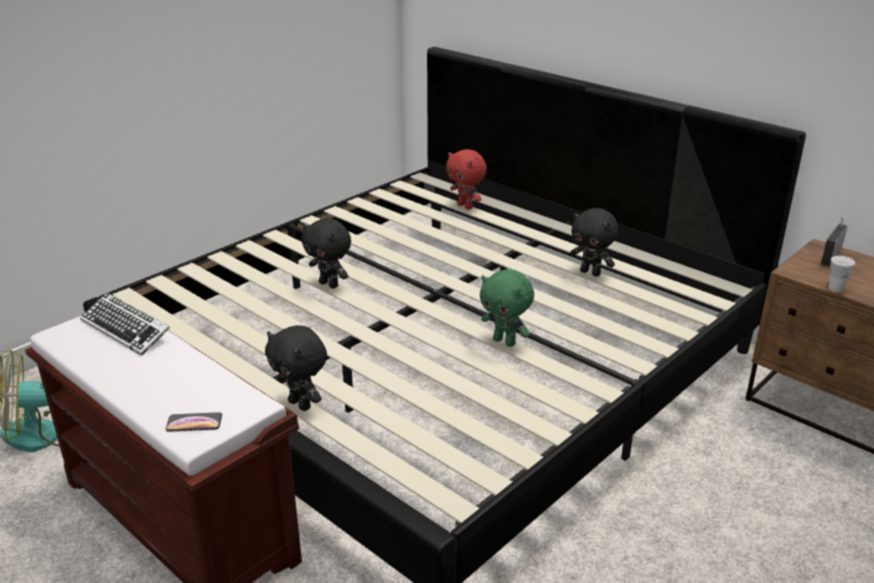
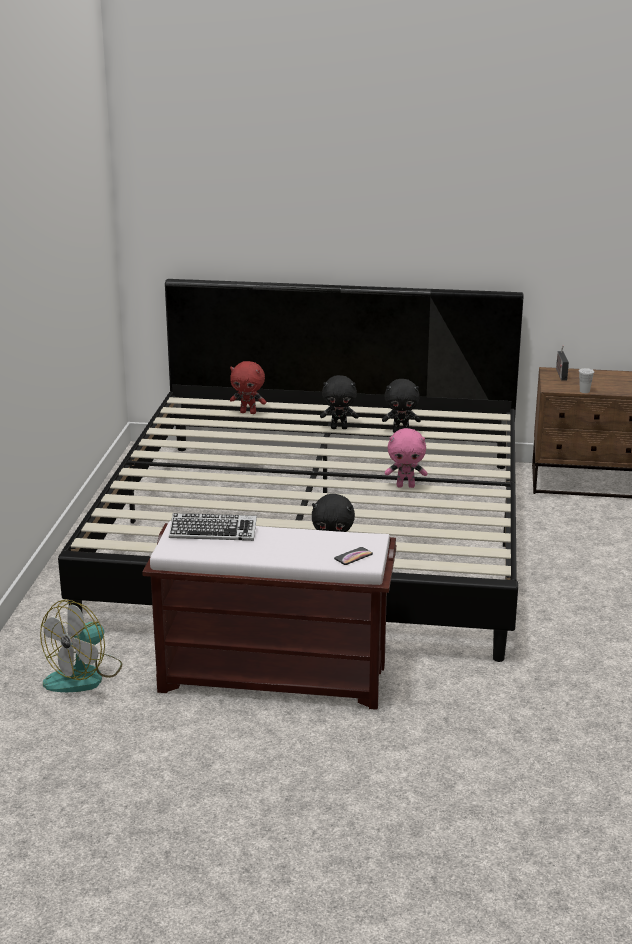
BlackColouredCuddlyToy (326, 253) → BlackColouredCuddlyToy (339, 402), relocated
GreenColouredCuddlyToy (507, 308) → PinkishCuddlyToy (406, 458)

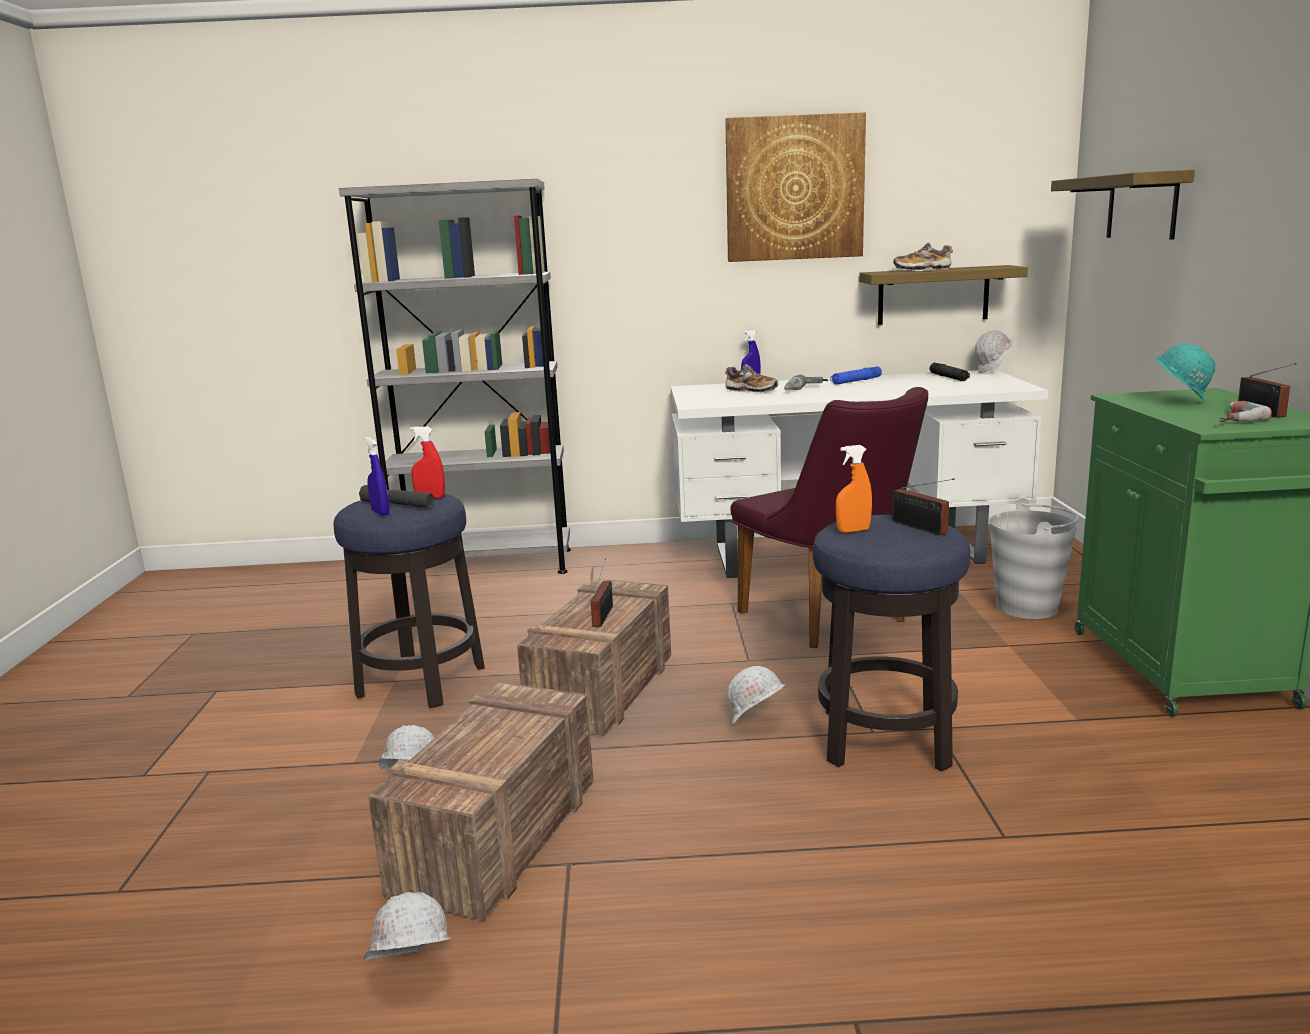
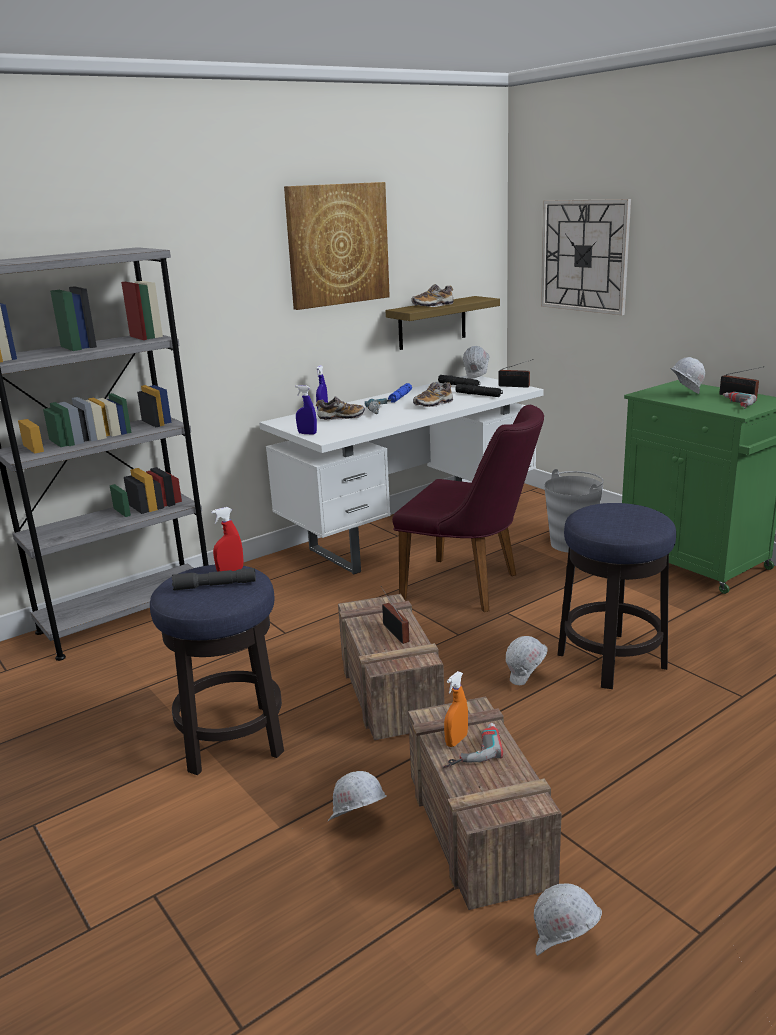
BlueSprayer (377, 476) → BlueSprayer (306, 410), relocated
OrangeColouredSprayer (853, 489) → OrangeColouredSprayer (456, 709), relocated
RadioReceiver (923, 506) → RadioReceiver (516, 373), relocated
Shelf (1123, 205) → WallClock (586, 257)
BlueGreenHardHat (1185, 373) → WhitishHardHat (687, 375)
- → Shoe (433, 394)
- → ElectricDrill (473, 745)
- → BlackColouredFlashlight (479, 390)

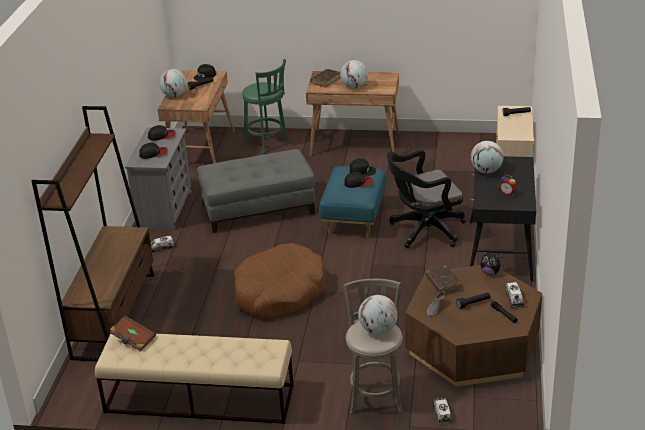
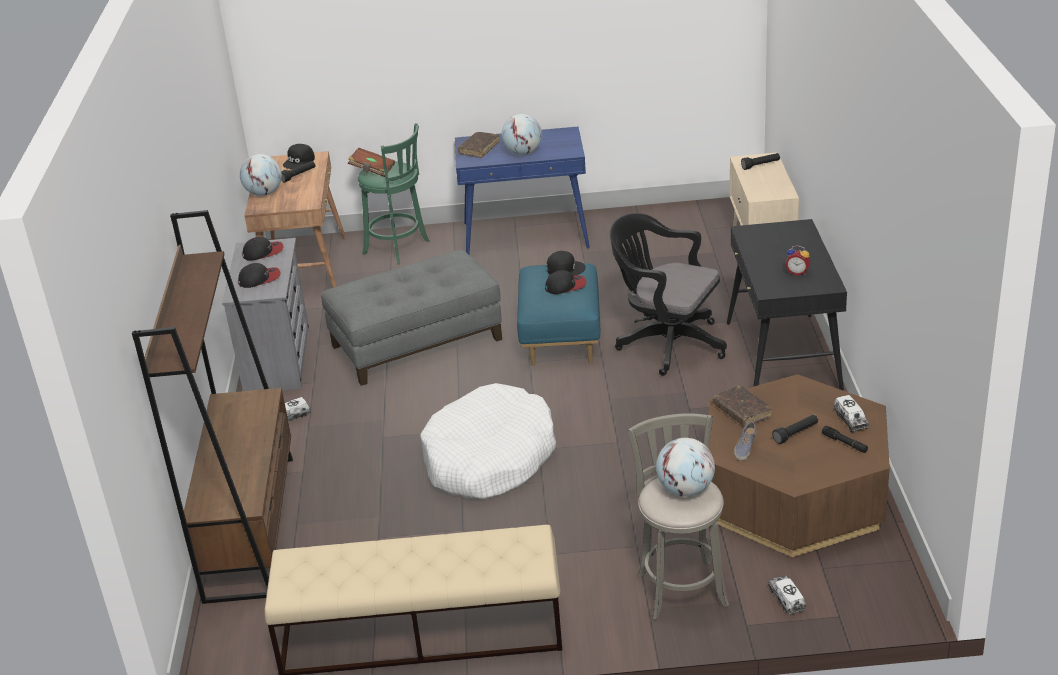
BrownColouredBook (133, 333) → BrownColouredBook (371, 162), relocated
BrownColouredDogCushion (280, 281) → WhitishDogCushion (488, 441)
BrownColouredDesk (352, 113) → BlueDesk (522, 190)
BlackColouredOfficeChair (426, 199) → BlackColouredOfficeChair (668, 294), 60 degrees clockwise
Globe (487, 157) → -
CuddlyToy (492, 263) → -

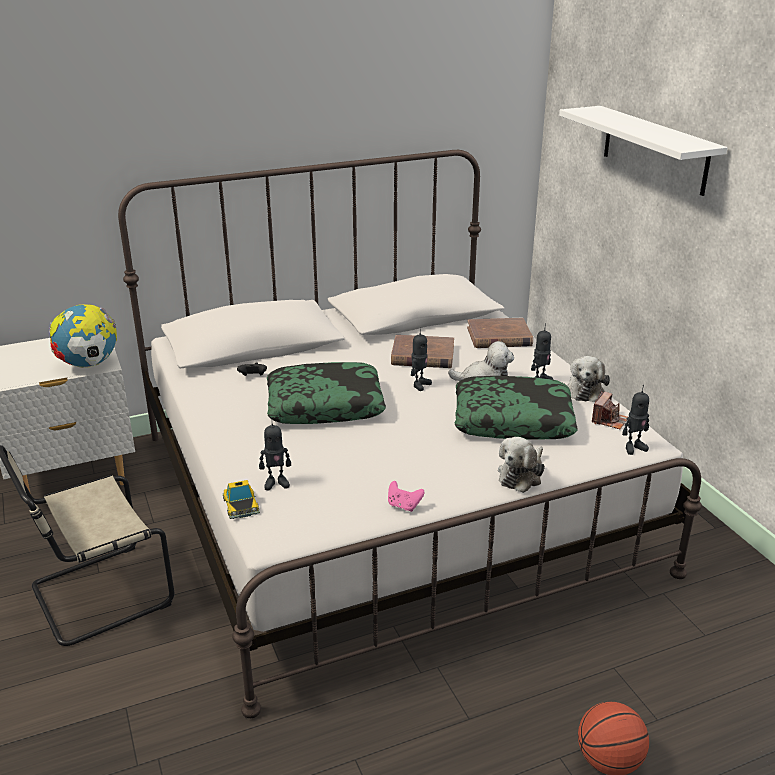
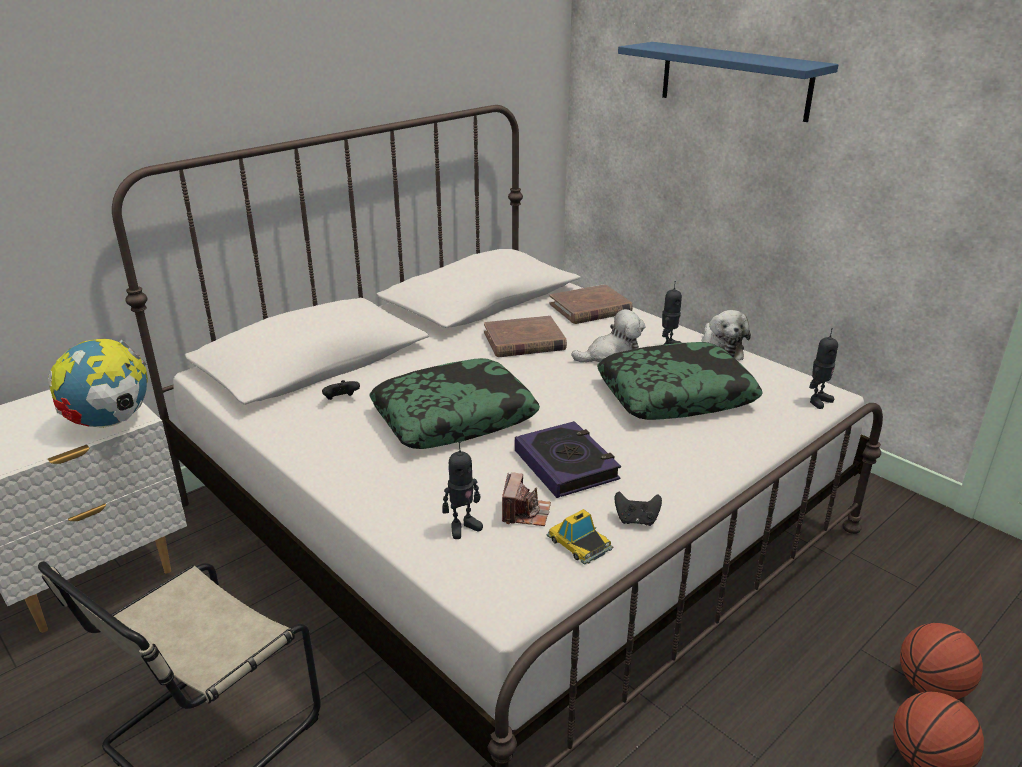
ToyCar (241, 499) → ToyCar (579, 537), relocated
PinkishGamepad (406, 496) → BlackColouredGamepad (638, 508)
RobotFigure (421, 359) → -
CuddlyToy (521, 465) → -
WhitishShelf (643, 151) → BlueShelf (728, 82)
StillCamera (609, 410) → StillCamera (526, 499), relocated
- → Book (568, 459)
- → BallForBasketball (941, 661)

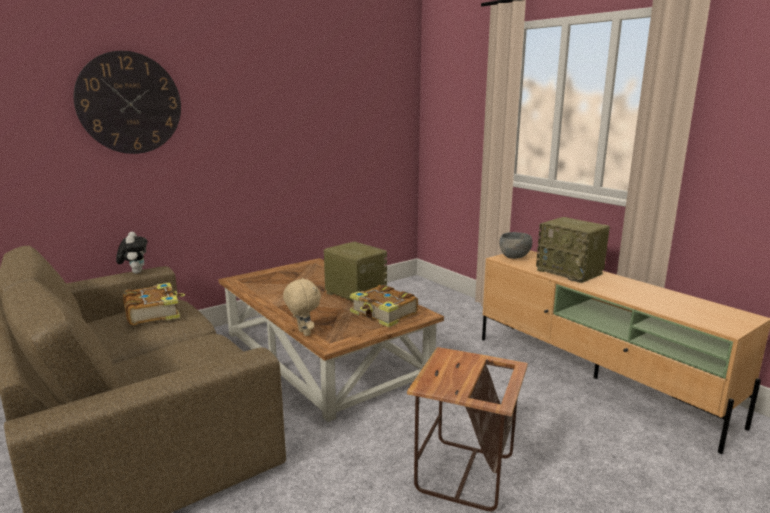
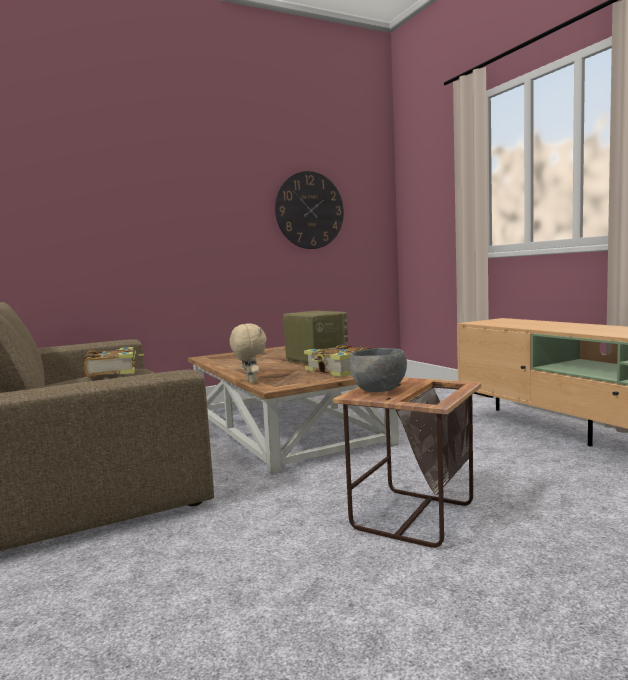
WallClock (127, 102) → WallClock (309, 210), relocated
CuddlyToy (131, 253) → -
GreyishServingBowl (515, 245) → GreyishServingBowl (378, 370), relocated
RadioReceiver (573, 250) → -

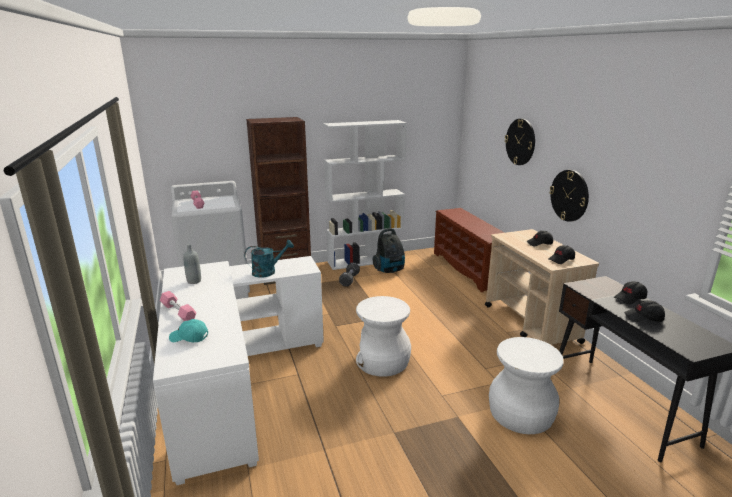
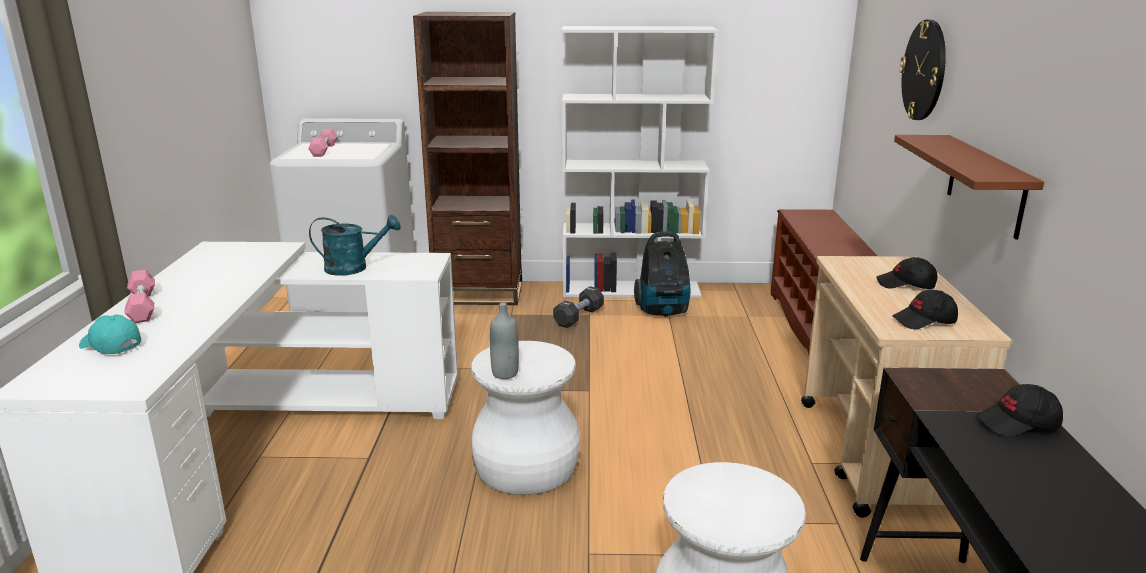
GreyishBeverageBottle (192, 264) → GreyishBeverageBottle (504, 341), relocated
WallClock (569, 196) → BrownColouredShelf (969, 187)
BlackColouredPeakedCap (644, 311) → -

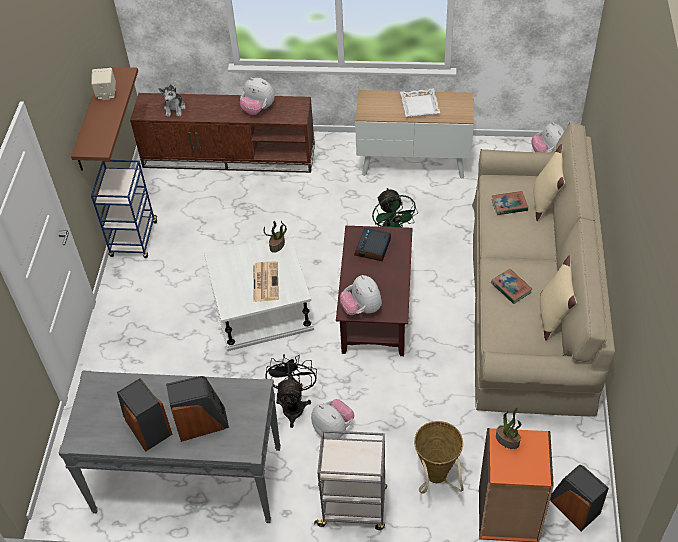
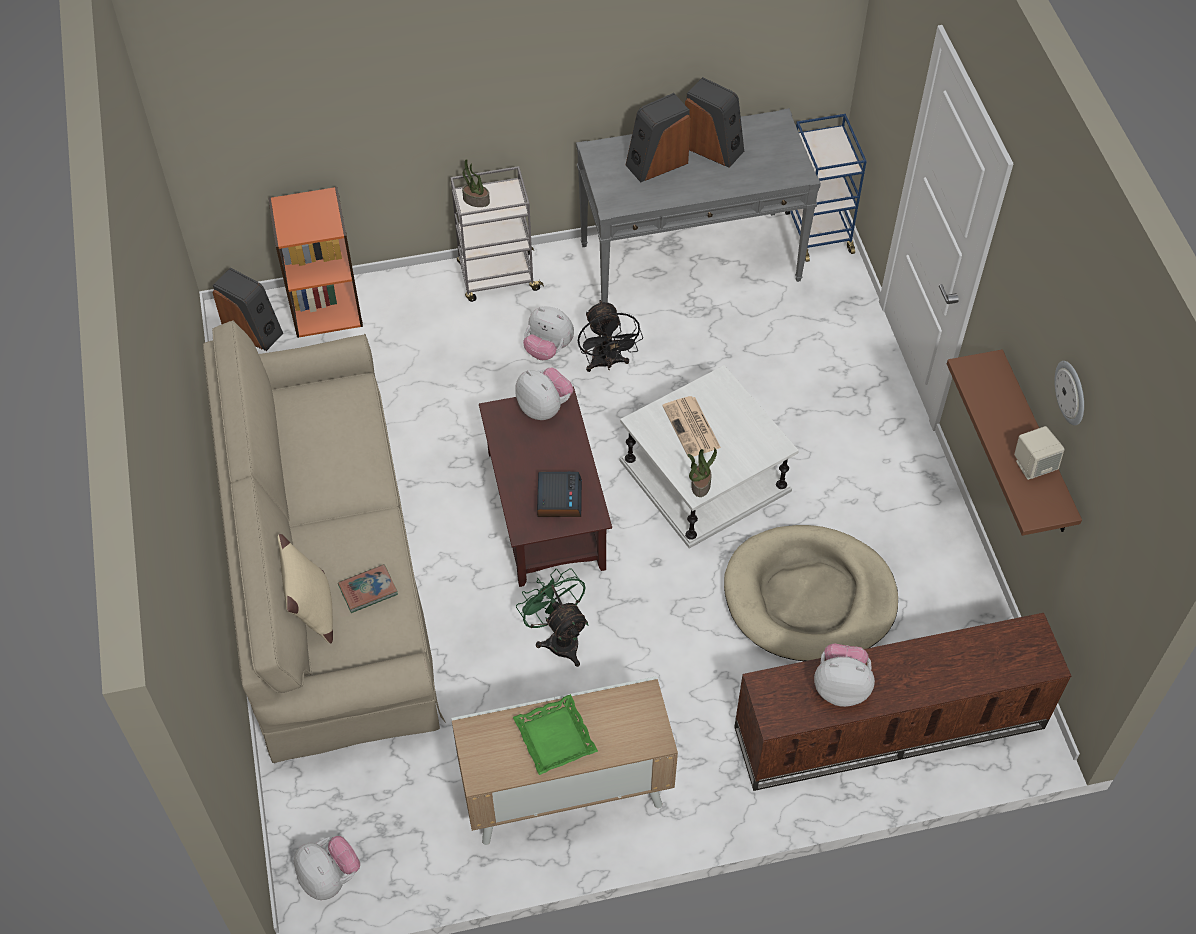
BlueTrolley (124, 209) → BlueTrolley (826, 188), relocated
CuddlyToy (172, 100) → -
WhitishServingTray (420, 102) → GreenColouredServingTray (555, 734)
StorageBasket (439, 457) → -
Book (511, 286) → -
PlantInAPot (509, 428) → PlantInAPot (476, 183), relocated
SandColouredPillow (558, 298) → -
- → SandColouredDogCushion (811, 593)
- → WallClock (1069, 393)

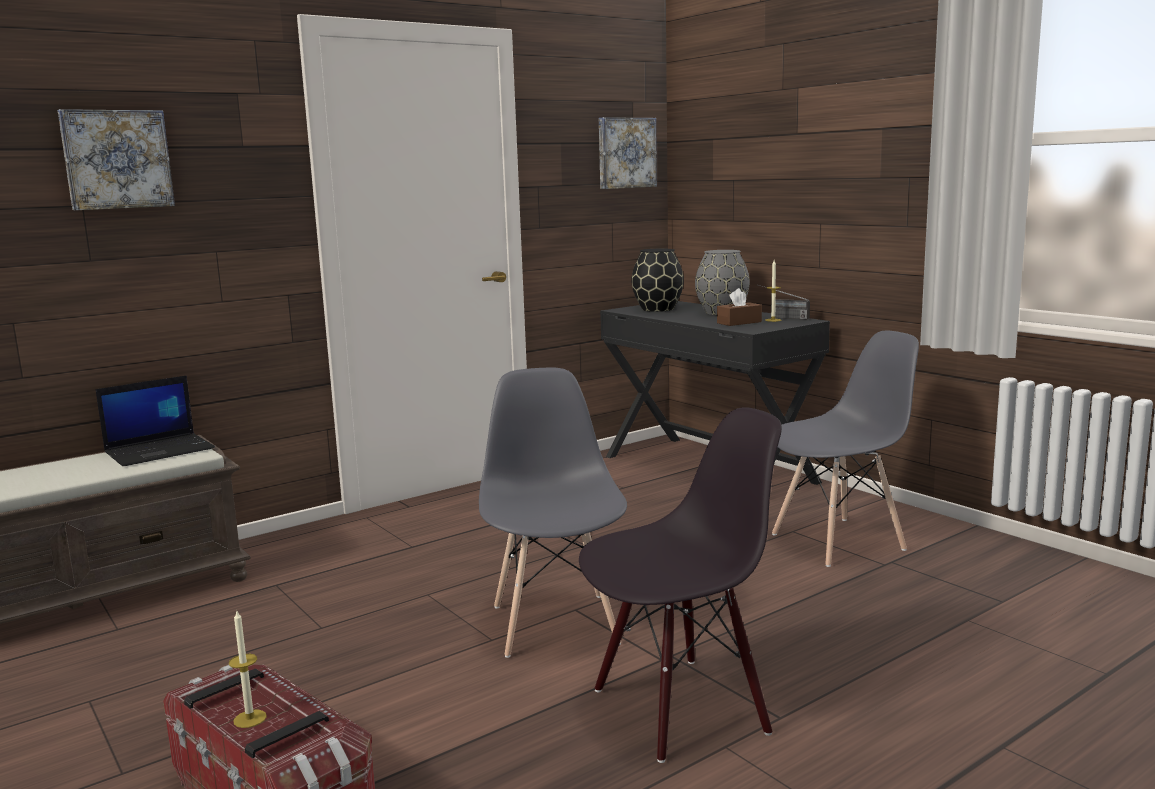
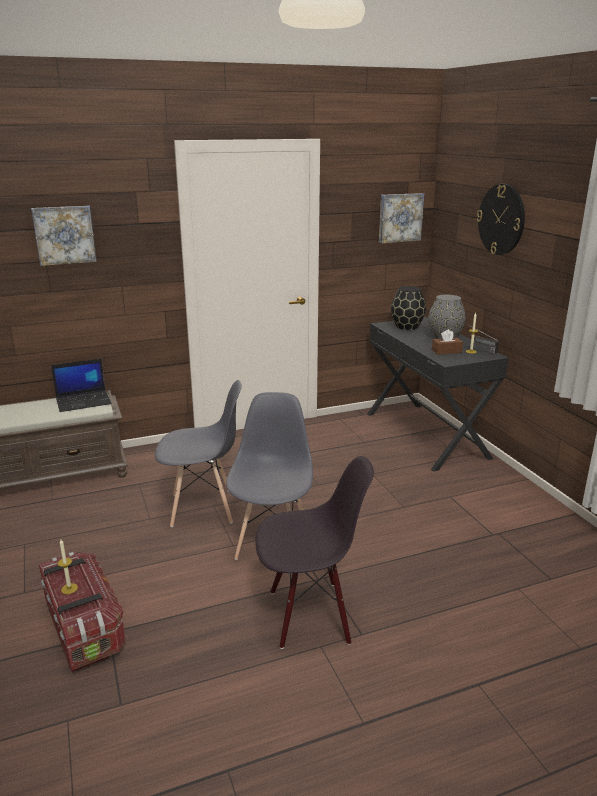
GreyishUprightChair (845, 448) → GreyishUprightChair (198, 453), relocated
- → WallClock (501, 219)

